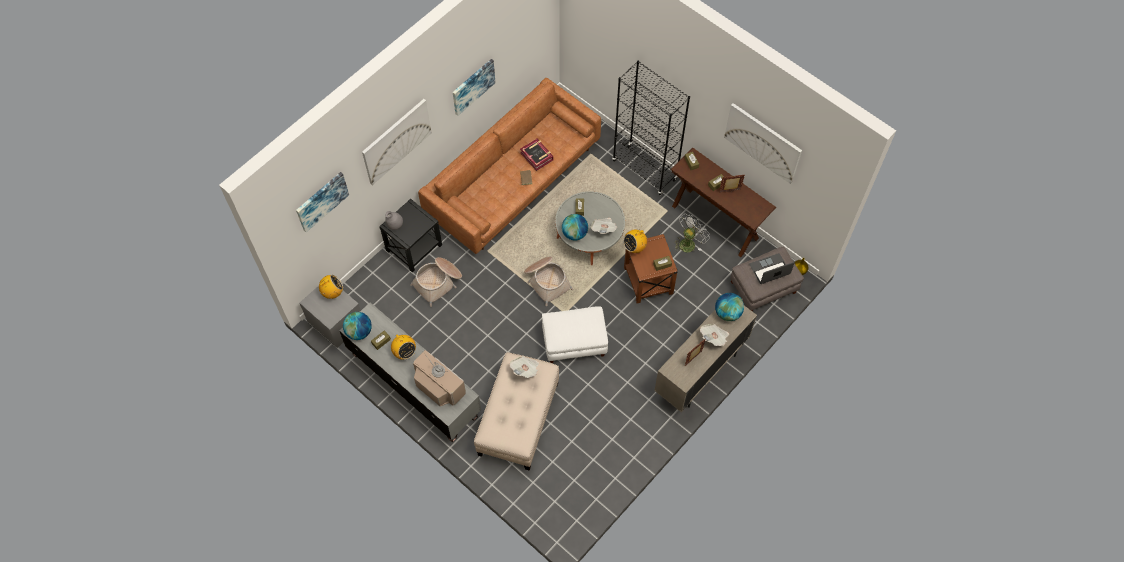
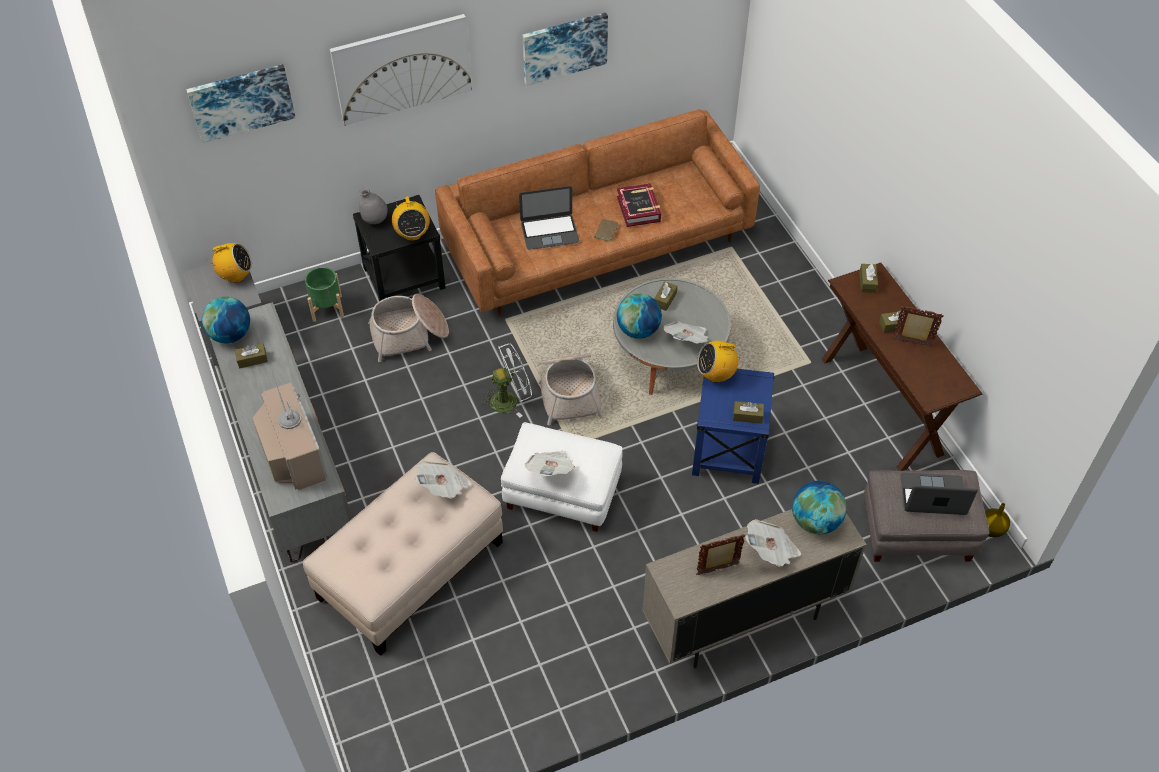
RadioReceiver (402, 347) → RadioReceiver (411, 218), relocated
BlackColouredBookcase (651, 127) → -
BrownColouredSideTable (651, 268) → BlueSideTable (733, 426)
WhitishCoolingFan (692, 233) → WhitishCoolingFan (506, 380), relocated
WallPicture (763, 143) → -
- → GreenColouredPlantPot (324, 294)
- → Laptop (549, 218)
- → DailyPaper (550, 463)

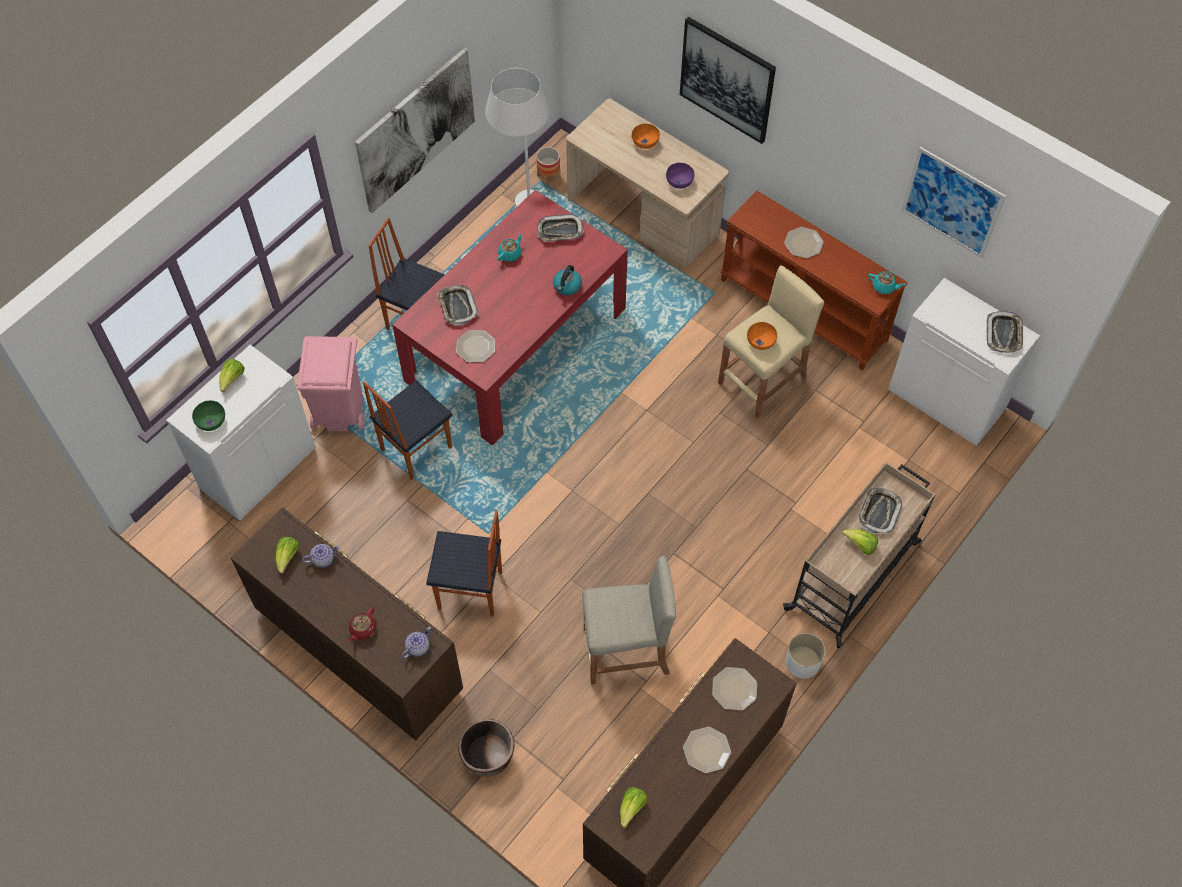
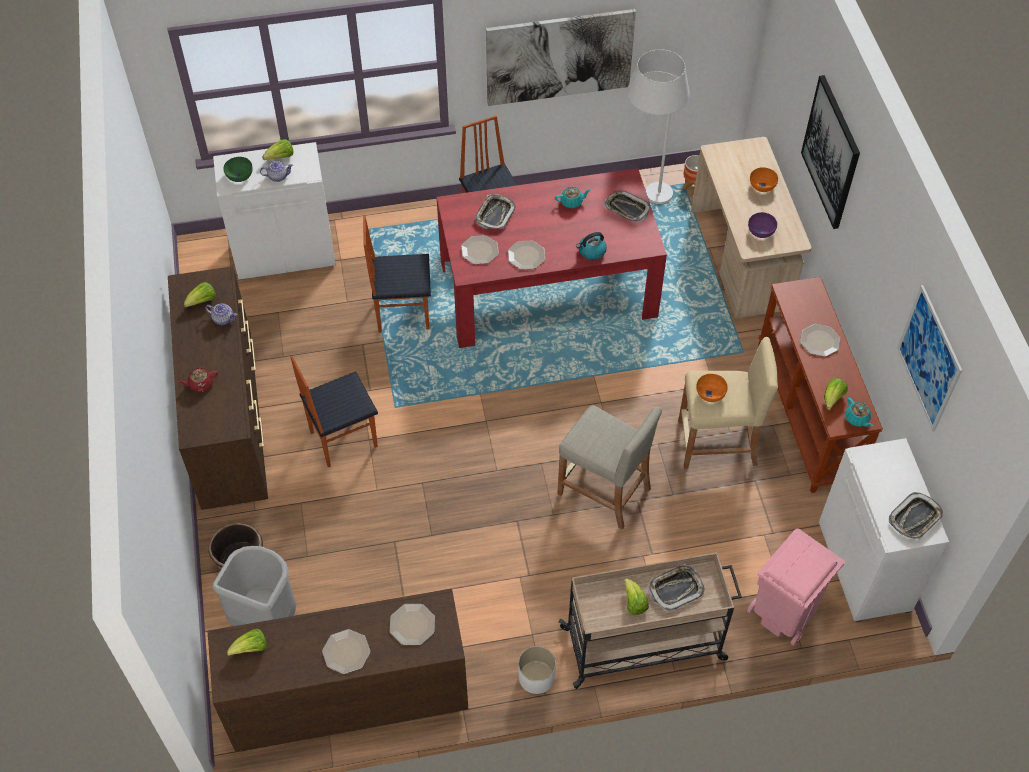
PinkishTrashCan (330, 383) → PinkishTrashCan (796, 587), relocated
TeaPot (416, 643) → TeaPot (276, 171), relocated
UprightChair (464, 563) → UprightChair (334, 411), 105 degrees clockwise
SandColouredSittingStool (629, 620) → SandColouredSittingStool (609, 467), relocated
- → GreyishTrashCan (254, 586)
- → Plate (526, 255)
- → Lettuce (836, 394)

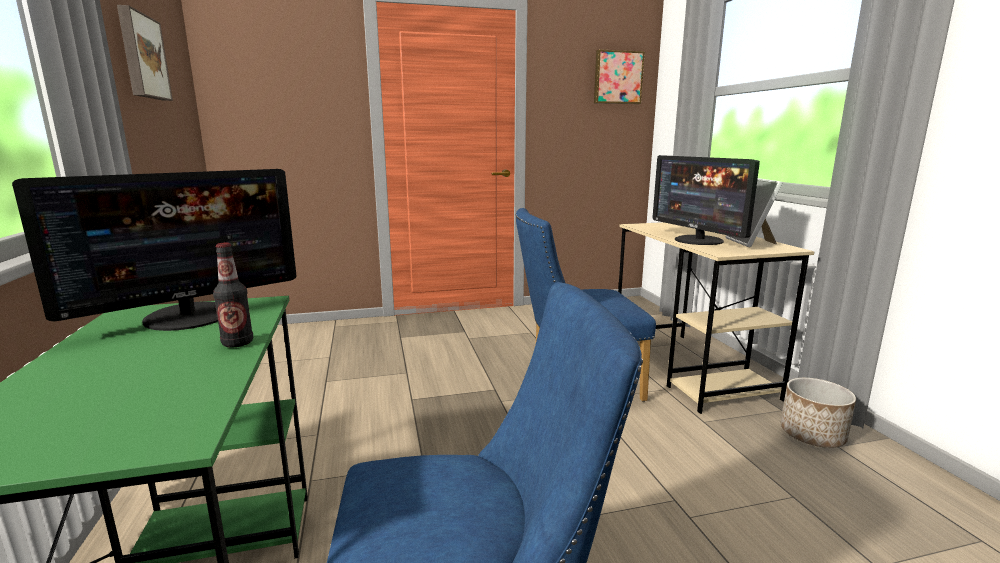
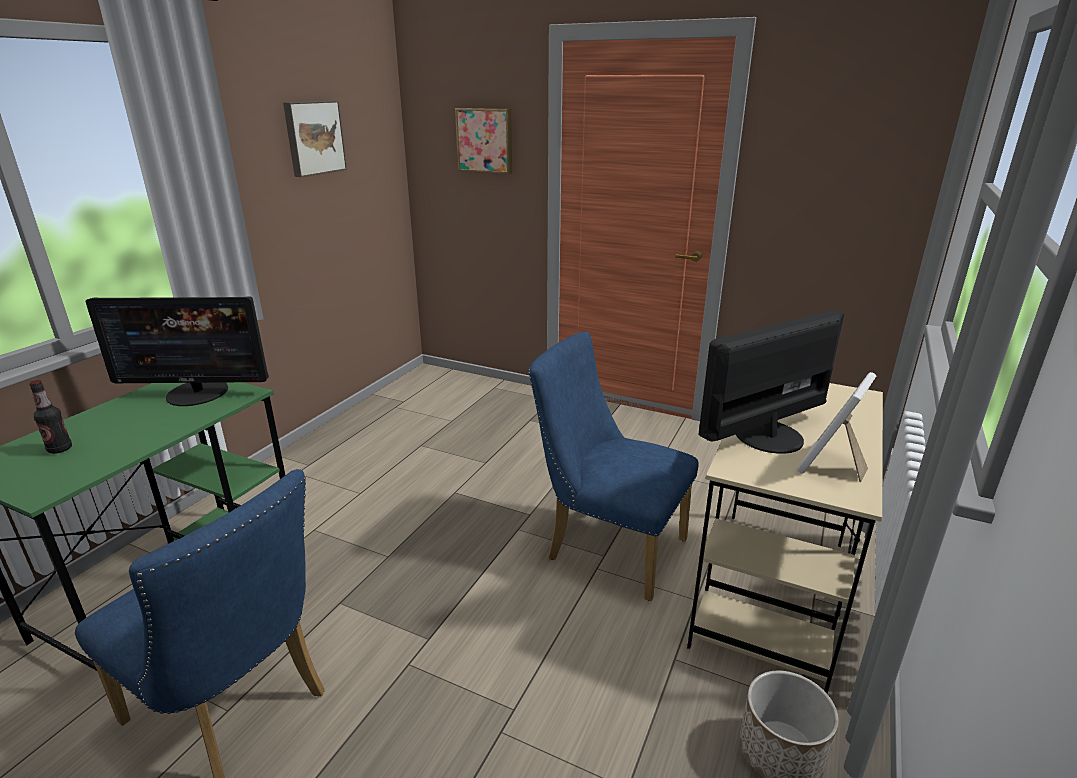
BeverageBottle (233, 295) → BeverageBottle (50, 417), relocated
WallPicture (619, 76) → WallPicture (483, 141), relocated
ComputerScreen (706, 200) → ComputerScreen (771, 382), 45 degrees clockwise

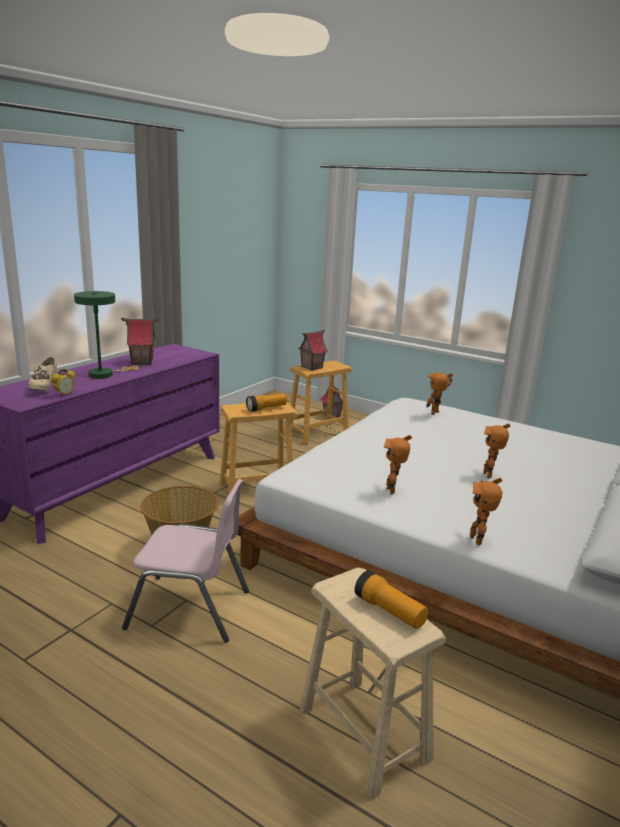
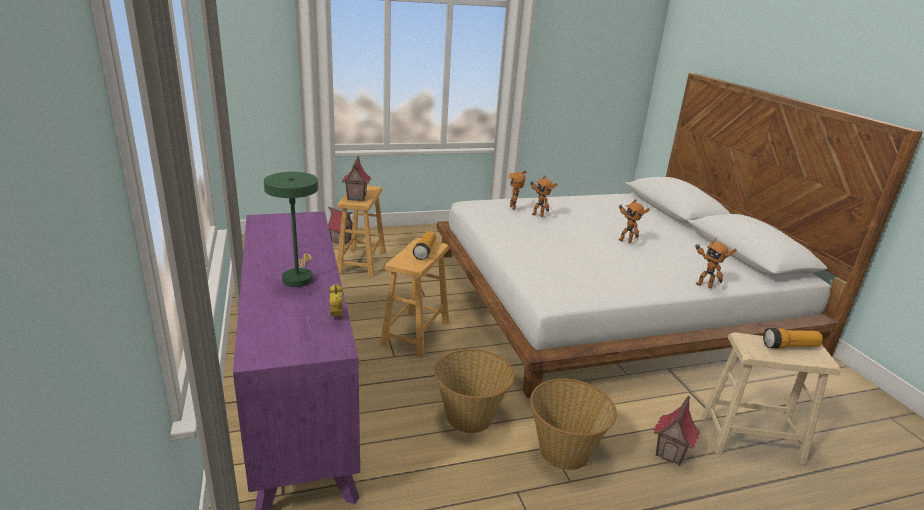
SandColouredShoe (42, 374) → -
ModelHouse (140, 341) → ModelHouse (677, 431), relocated
PinkishUprightChair (185, 561) → StorageBasket (573, 424)
RobotFigure (398, 465) → RobotFigure (544, 196), relocated

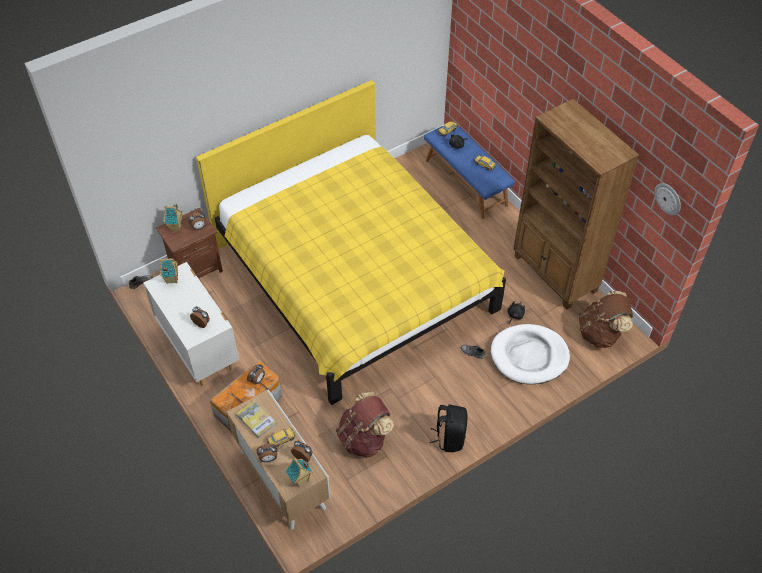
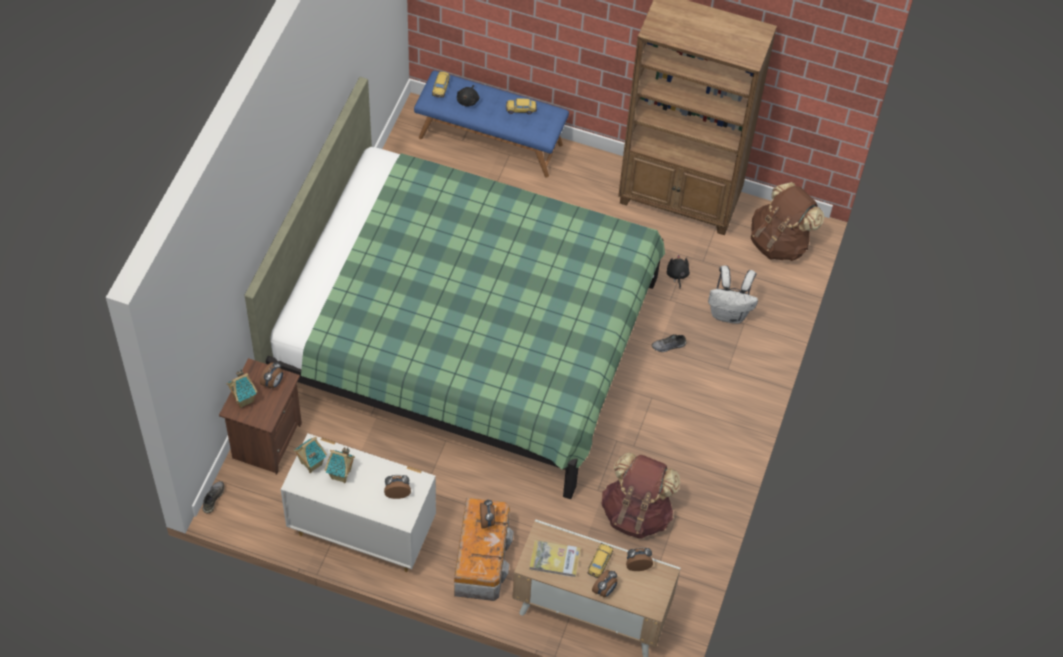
YellowSleepingBed (351, 242) → GreenColouredSleepingBed (455, 288)
ModelHouse (299, 472) → ModelHouse (340, 465), relocated
BlackColouredBackpack (448, 428) → -
WhitishDogCushion (530, 354) → WhitishBackpack (733, 294)
WallClock (668, 199) → -

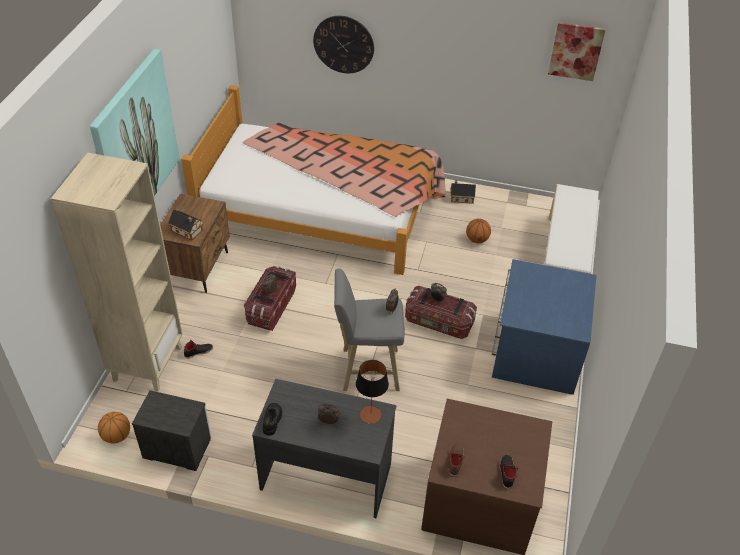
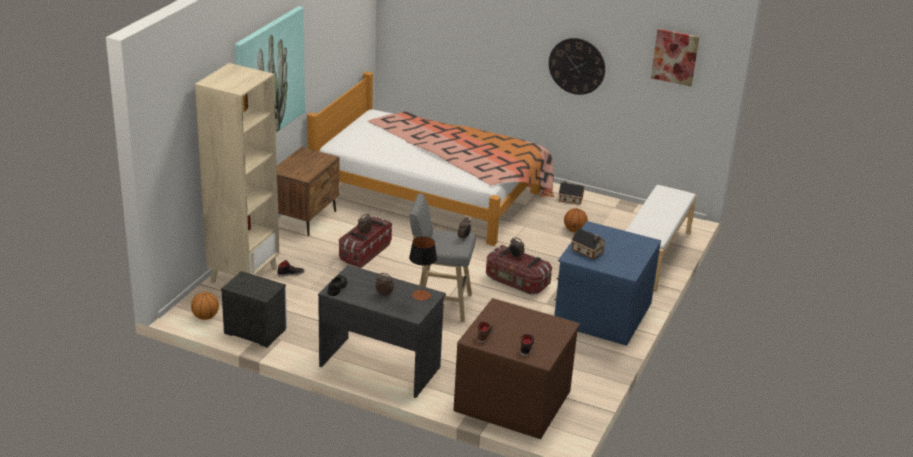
ModelHouse (185, 225) → ModelHouse (589, 243), relocated
WallClock (343, 44) → WallClock (577, 66), relocated

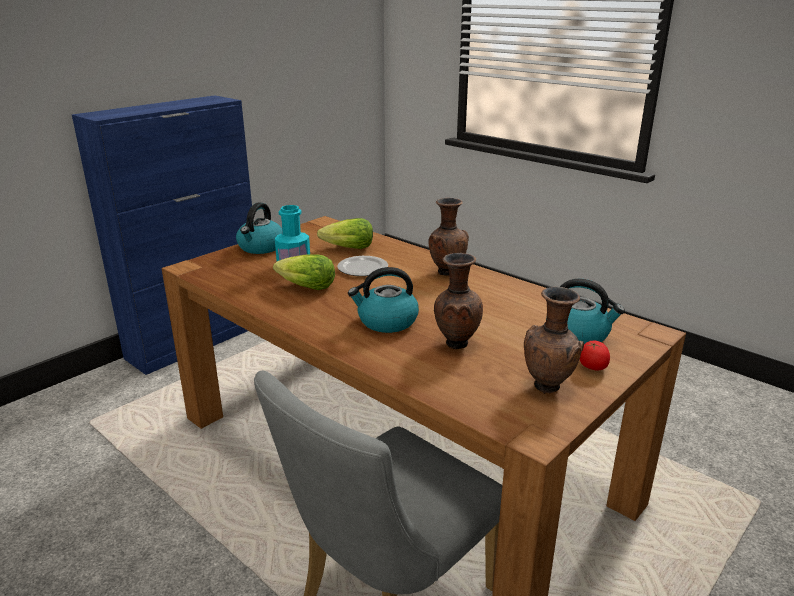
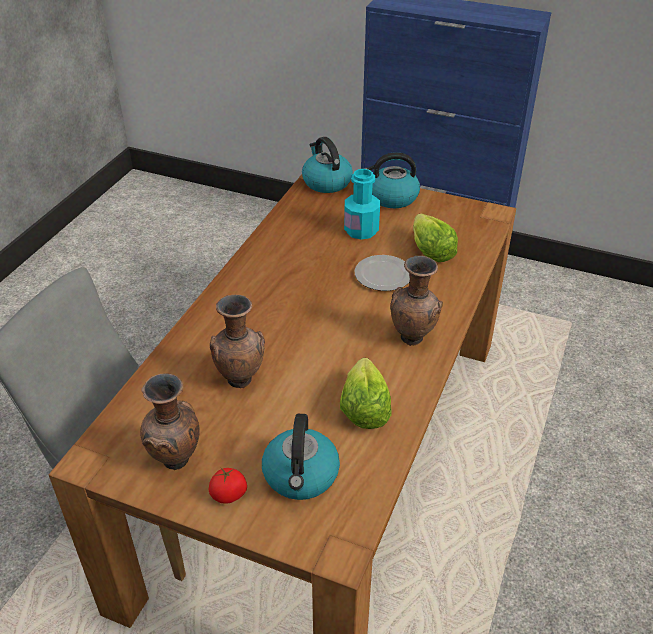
Lettuce (304, 272) → Lettuce (365, 393), relocated
Kettle (383, 300) → Kettle (327, 165), relocated

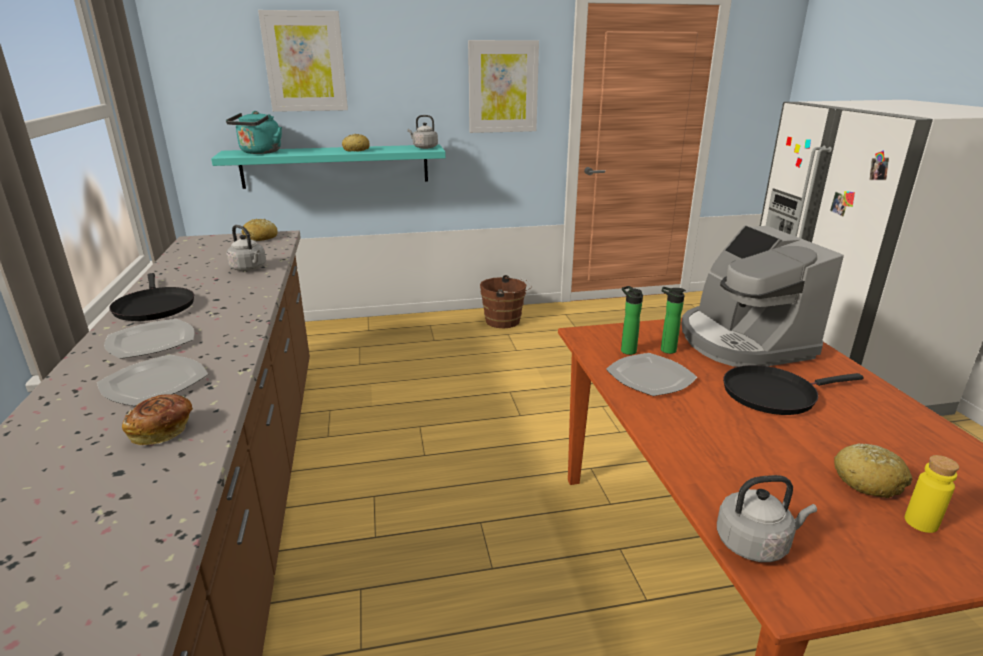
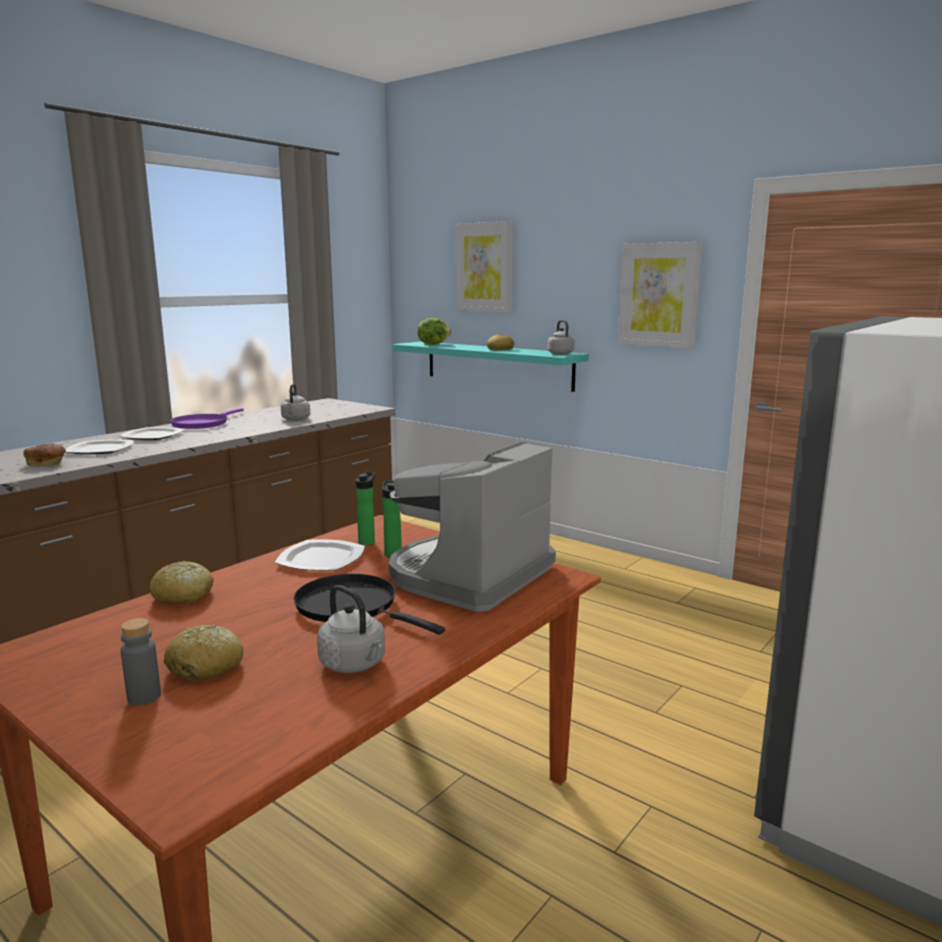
BlackColouredSkillet (151, 297) → PurpleColouredSkillet (207, 418)
BlueGreenKettle (254, 132) → Lettuce (434, 331)
BakedBread (260, 230) → BakedBread (182, 582), relocated
BrownColouredBucket (506, 301) → -
GreyishKettle (767, 518) → GreyishKettle (351, 629), relocated
YellowBeverageBottle (932, 494) → GreyishBeverageBottle (141, 661)

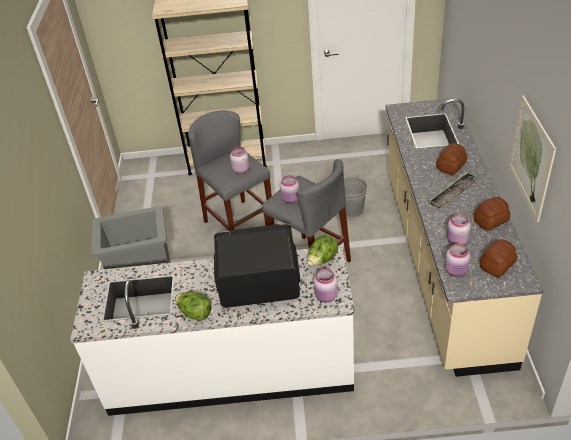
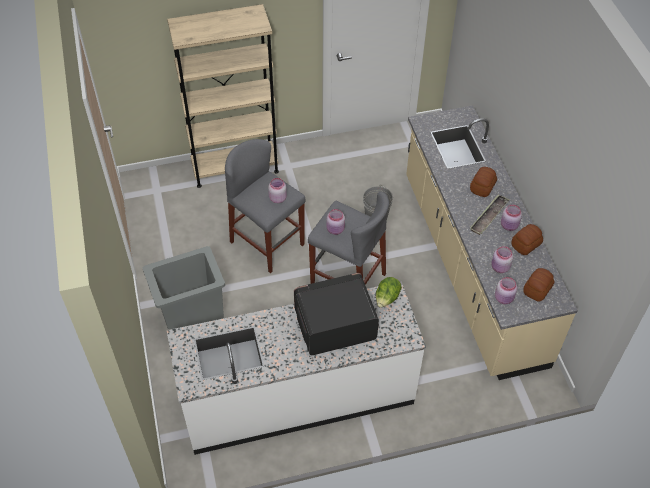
Lettuce (193, 306) → -
PinkishStorageJar (326, 285) → PinkishStorageJar (511, 218), relocated
WallPicture (532, 159) → -

